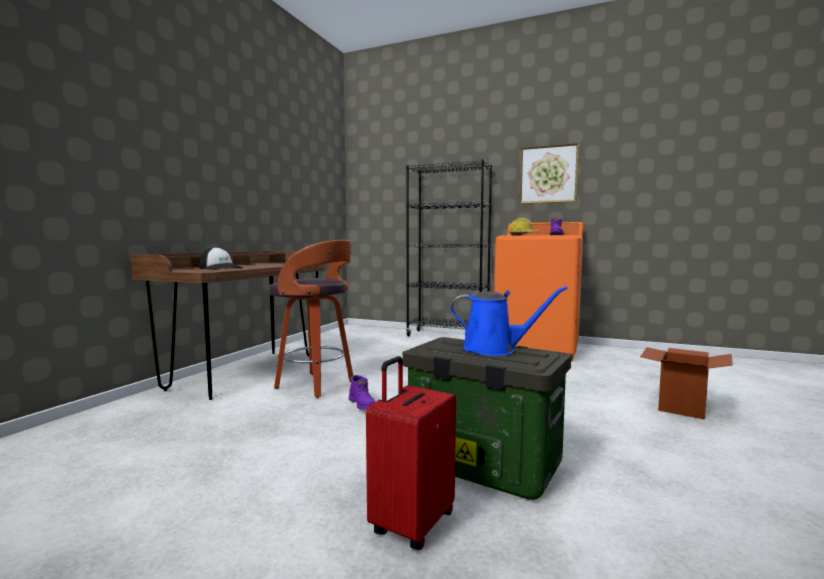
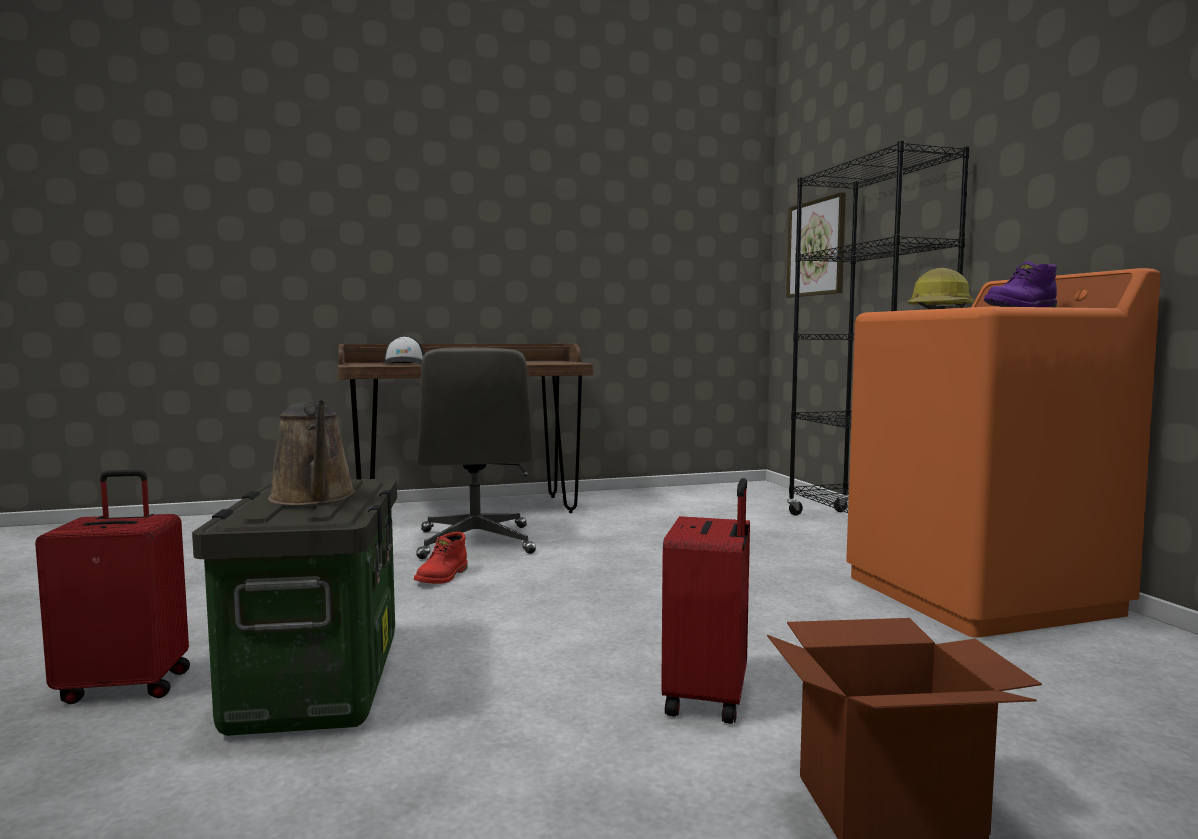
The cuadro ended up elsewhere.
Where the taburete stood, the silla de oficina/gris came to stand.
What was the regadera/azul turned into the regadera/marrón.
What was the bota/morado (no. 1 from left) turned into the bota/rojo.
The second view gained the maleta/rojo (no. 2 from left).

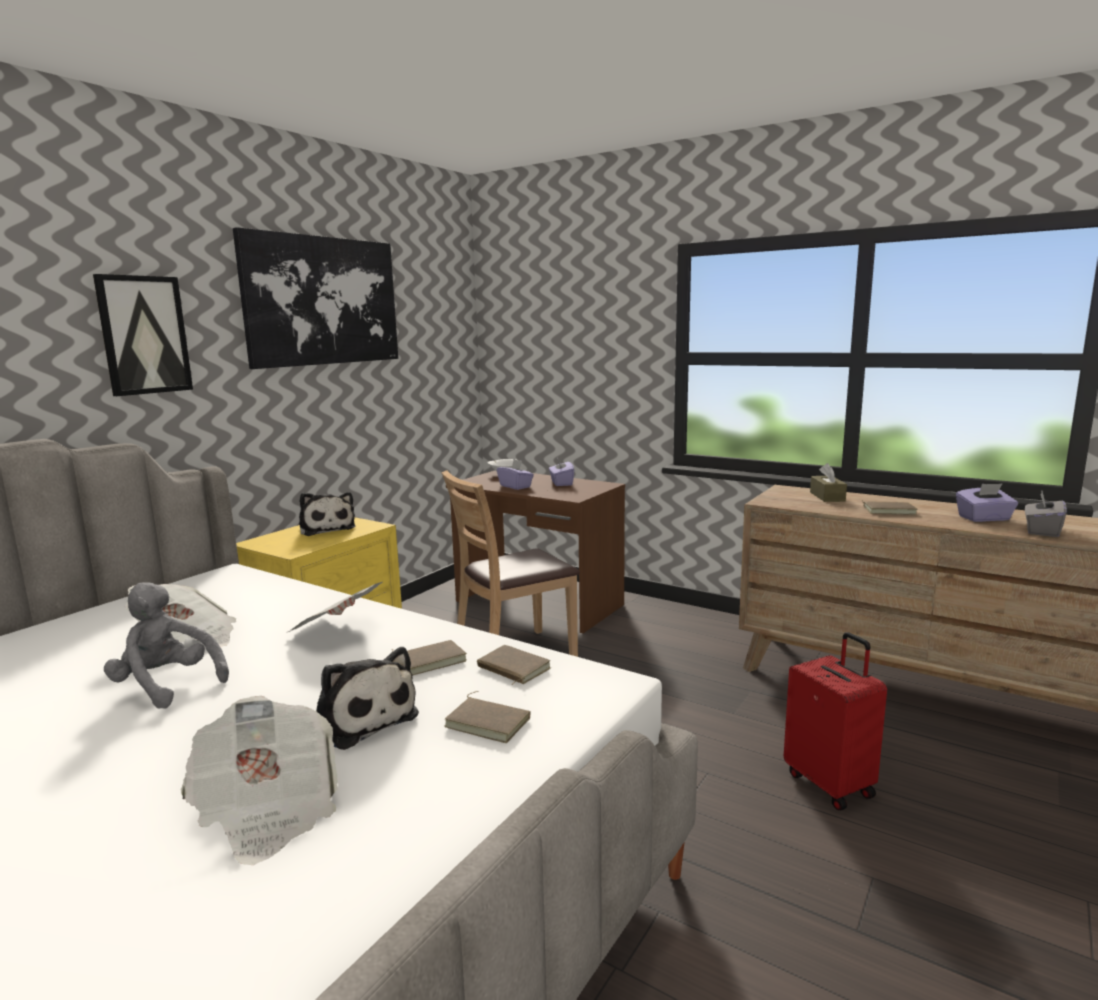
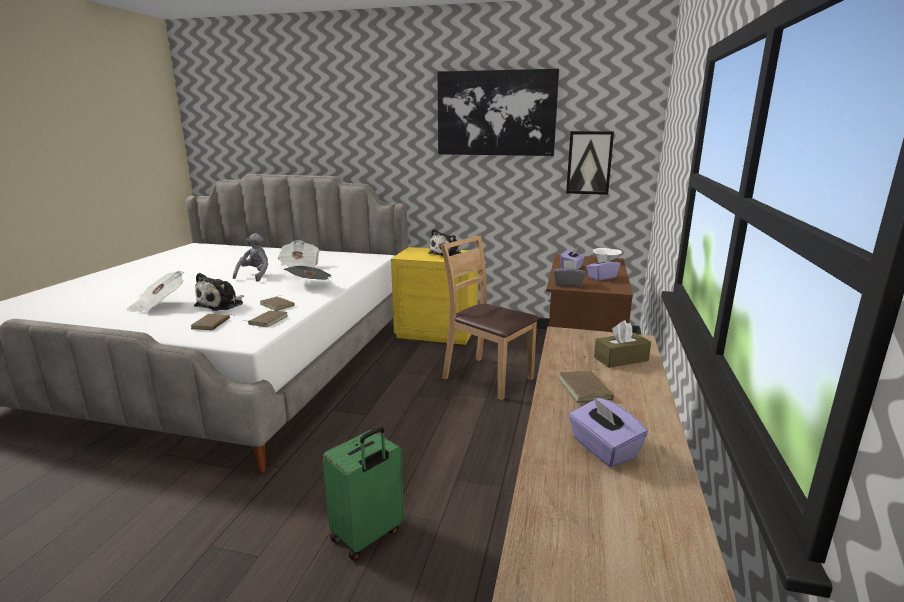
The cuadro (no. 1 from left in the first image) ended up elsewhere.
The caja de pañuelos/gris ended up elsewhere.
What was the maleta/rojo turned into the maleta/verde.

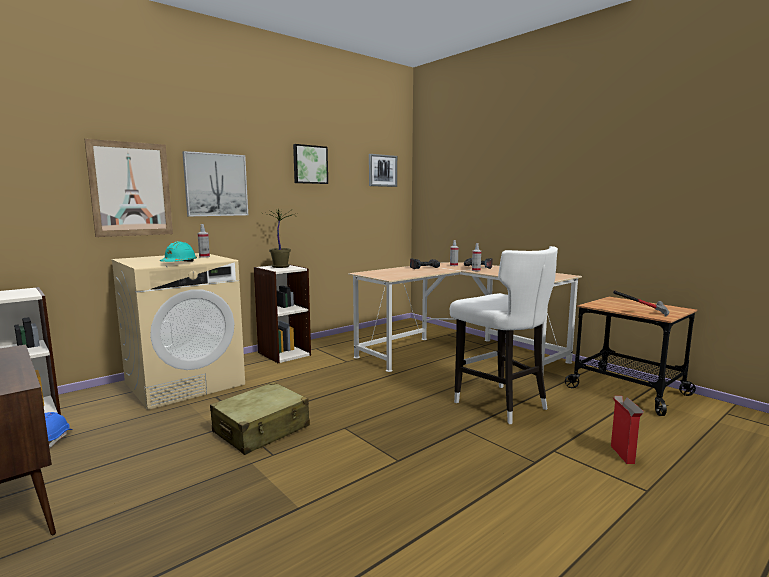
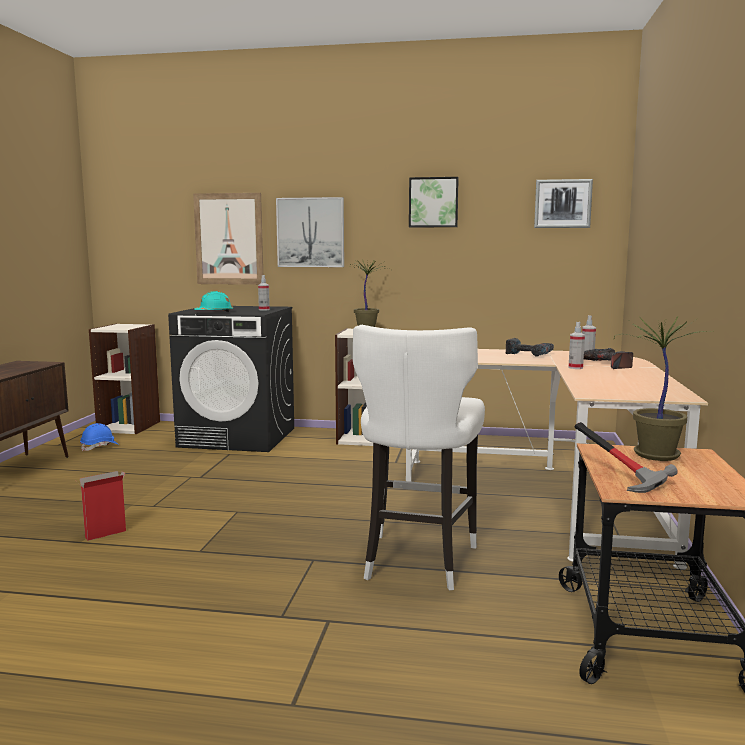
What was the lavadora/beis turned into the lavadora/negro.
The second view lost the maleta/beis.
The caja de cartón ended up elsewhere.
The second view gained the planta en maceta (no. 2 from left).

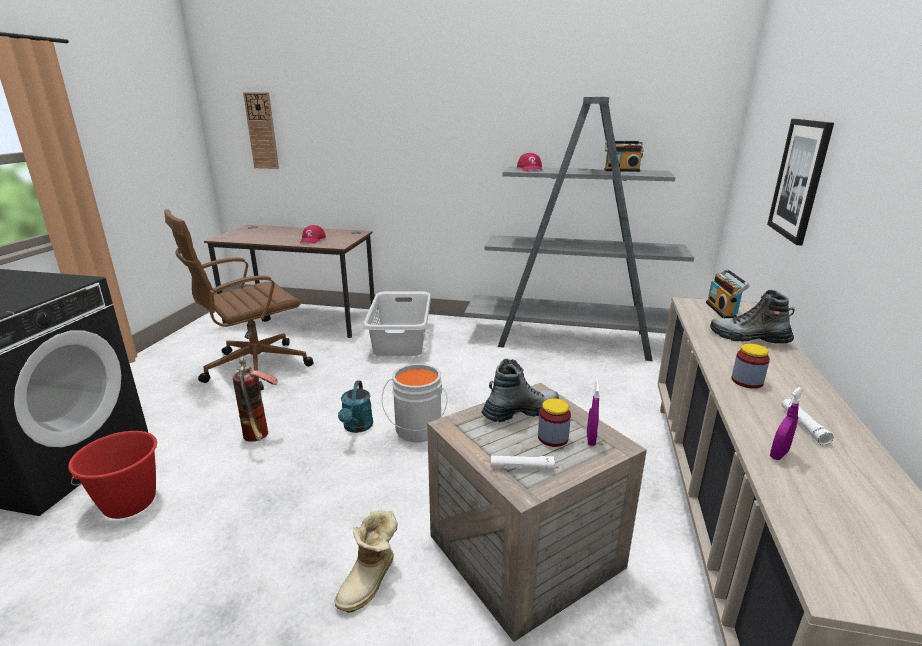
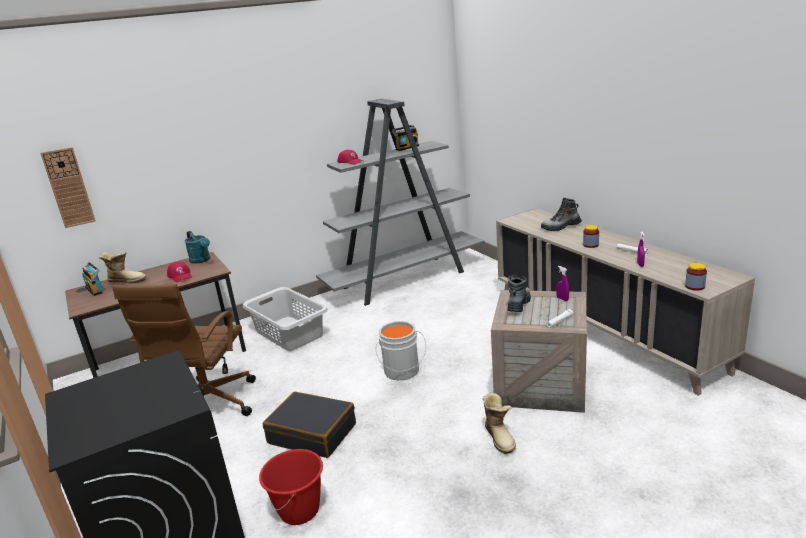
The second view lost the cuadro.
The radio (no. 2 from left in the first image) ended up elsewhere.
Where the extintor stood, the maleta/negro came to stand.
The regadera/turquesa ended up elsewhere.
The tarro (no. 1 from left in the first image) ended up elsewhere.
The second view gained the bota (no. 1 from left).

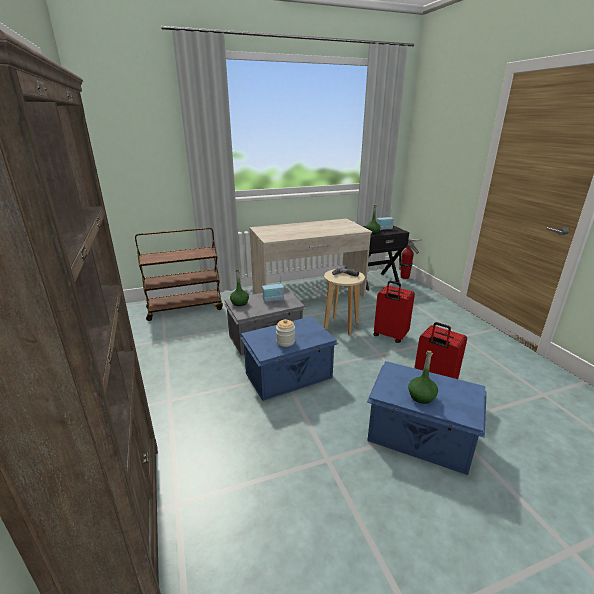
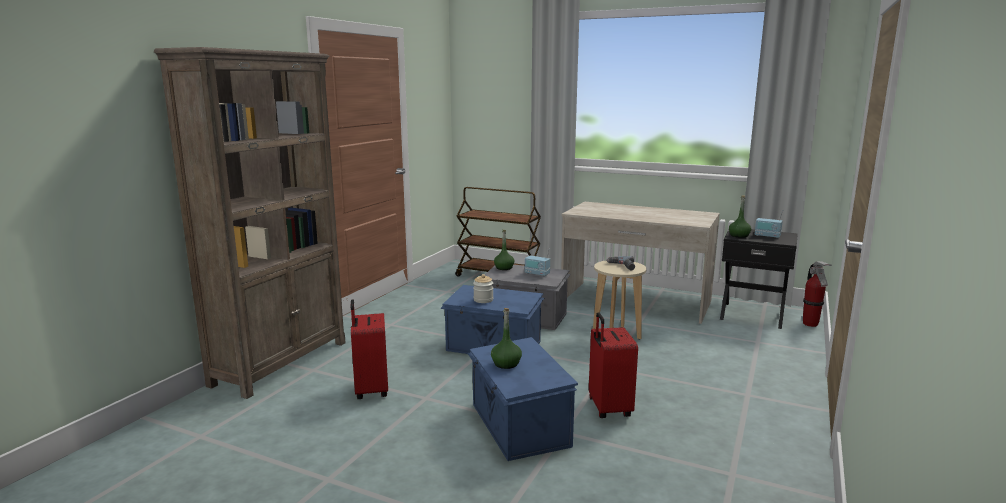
The maleta/rojo (no. 1 from left) ended up elsewhere.

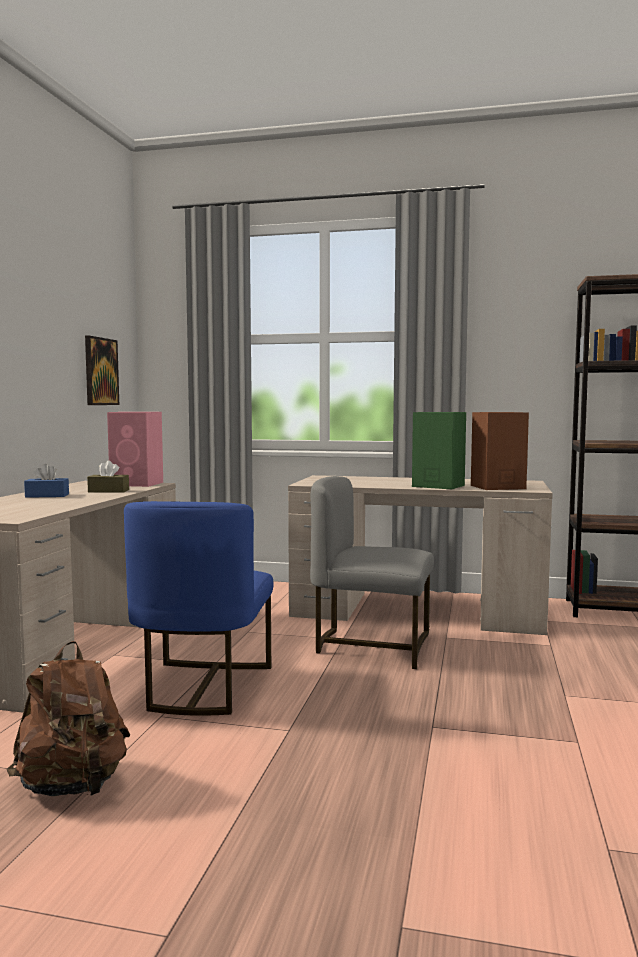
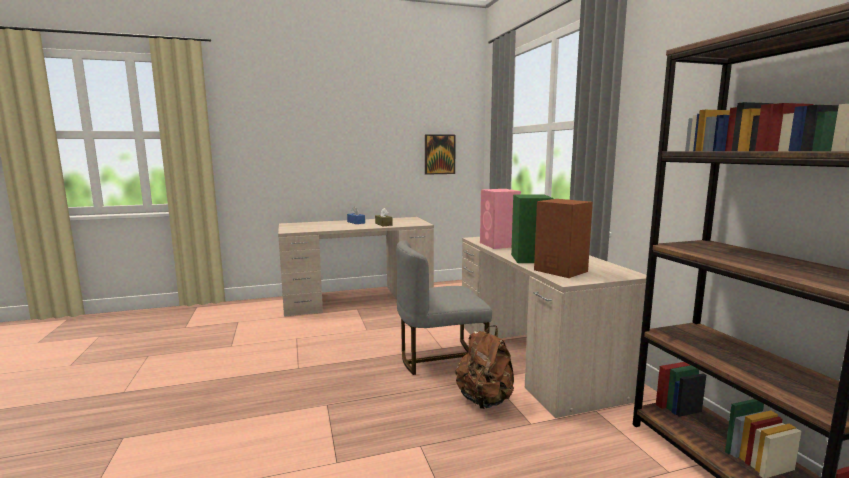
The altavoz/rosa ended up elsewhere.
The silla/gris ended up facing another way, 90 degrees counterclockwise from before.
The second view lost the silla/azul.
The mochila/marrón ended up elsewhere.

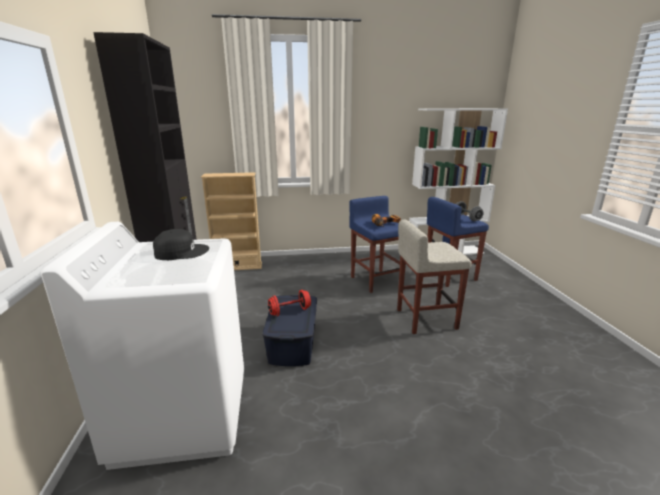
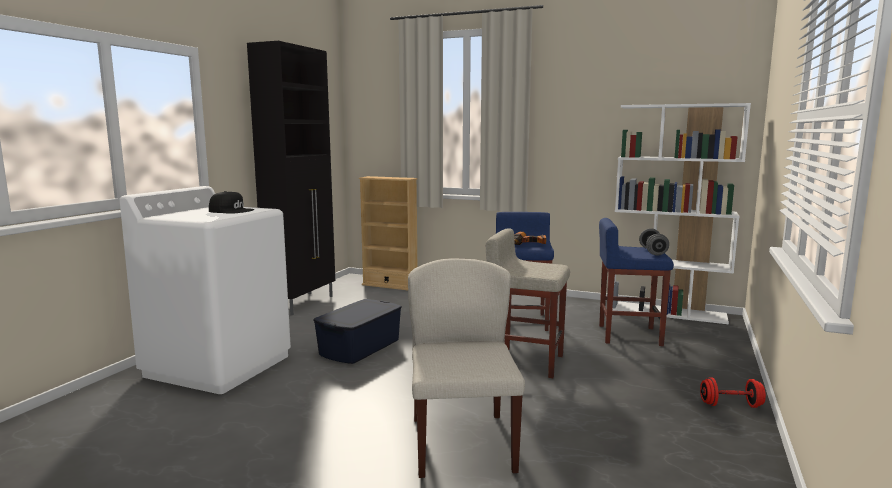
The mancuerna/rojo ended up elsewhere.
The second view gained the silla/beis.

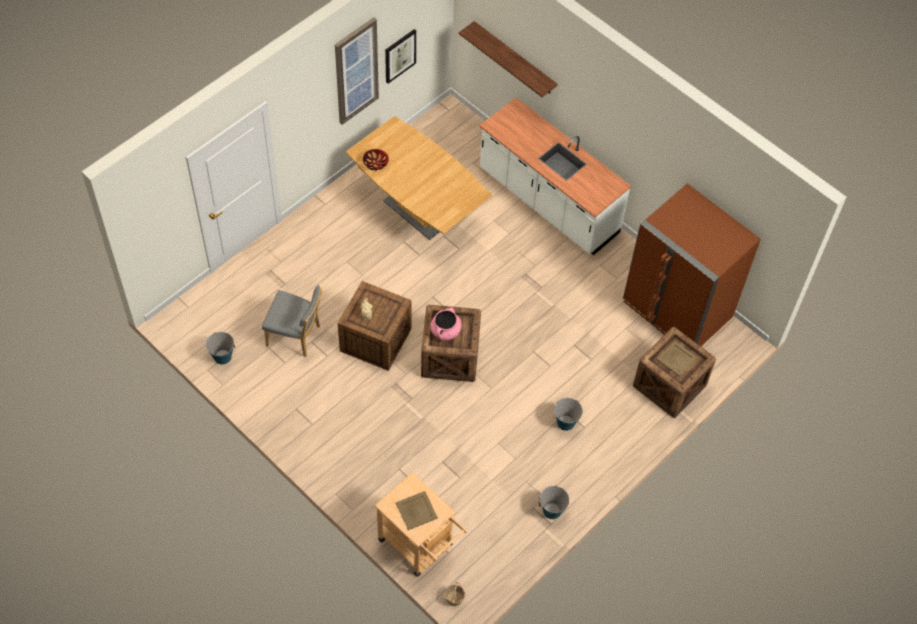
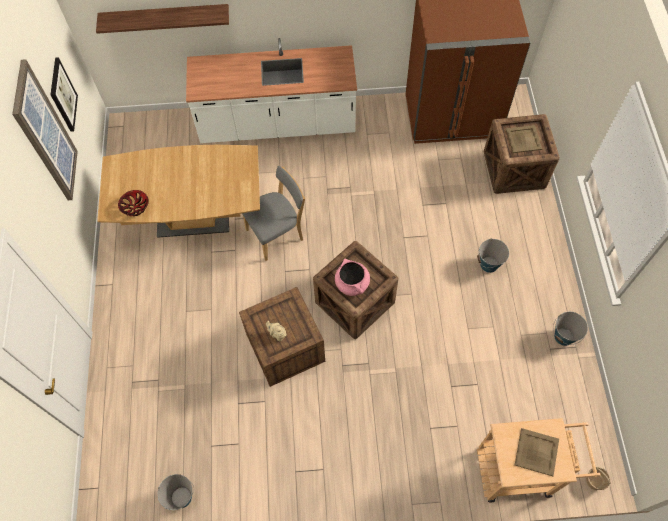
The silla/gris ended up elsewhere.

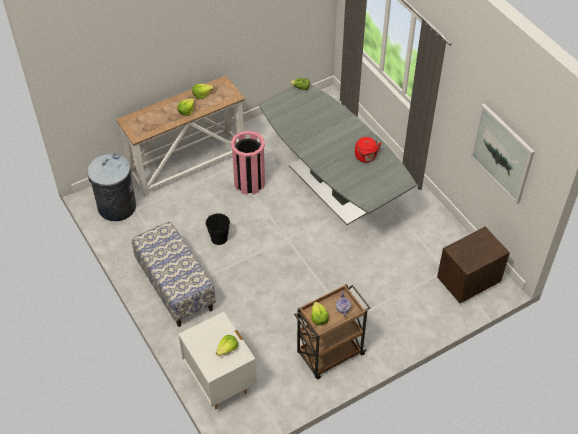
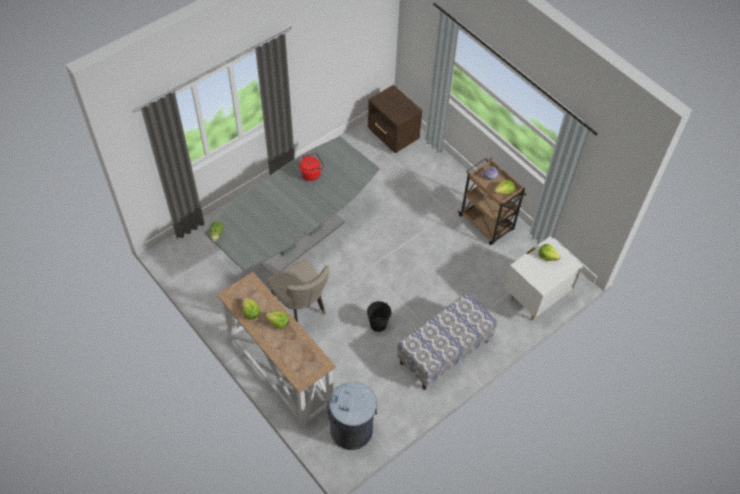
The second view lost the cuadro.
Where the papelera/rosa stood, the silla/beis came to stand.

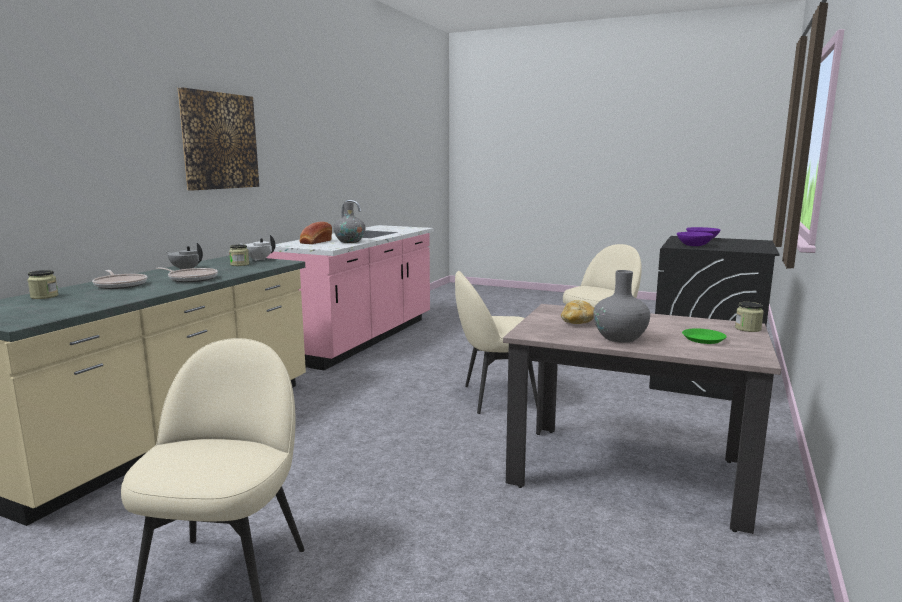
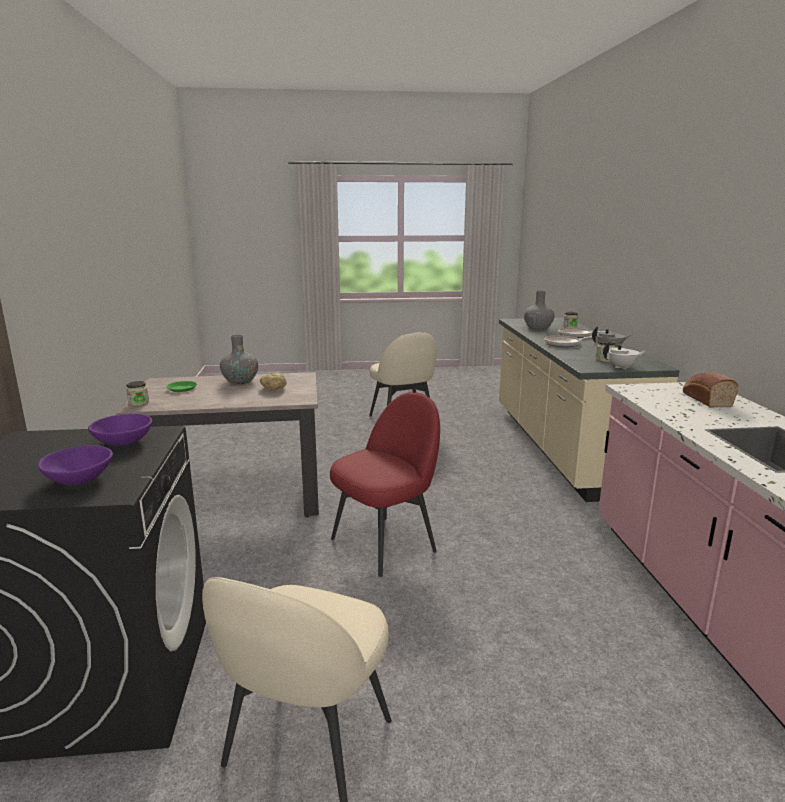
The second view lost the cuadro.
The florero/gris (no. 1 from left in the first image) ended up elsewhere.
What was the silla/beis (no. 2 from left) turned into the silla/rojo.

